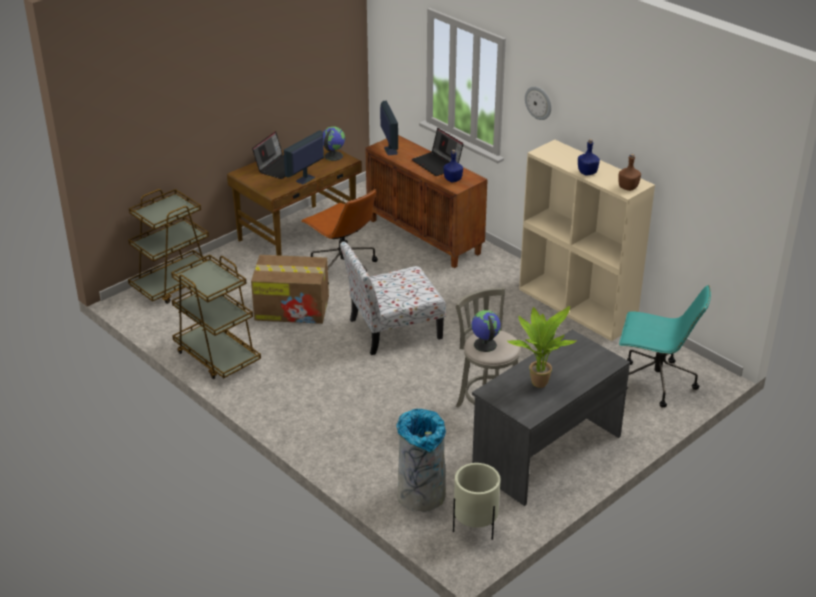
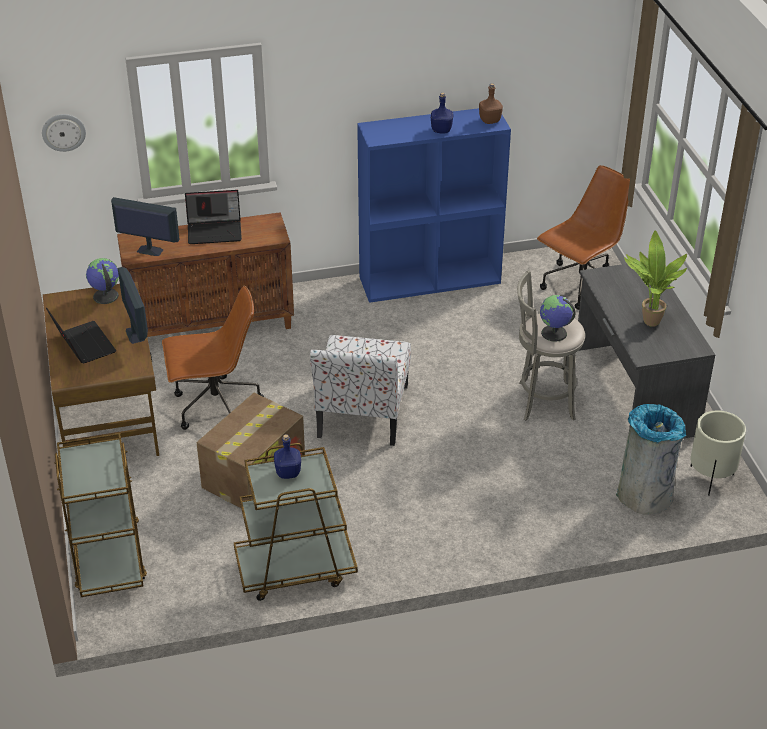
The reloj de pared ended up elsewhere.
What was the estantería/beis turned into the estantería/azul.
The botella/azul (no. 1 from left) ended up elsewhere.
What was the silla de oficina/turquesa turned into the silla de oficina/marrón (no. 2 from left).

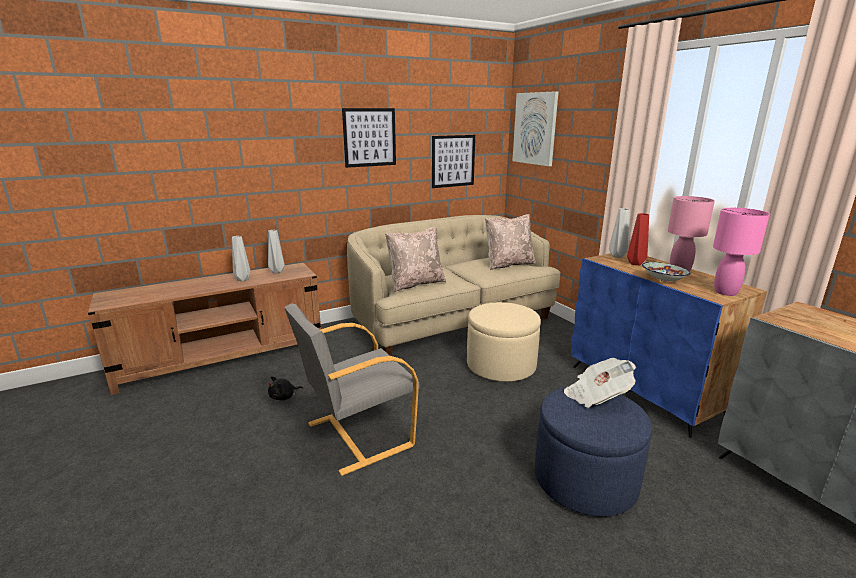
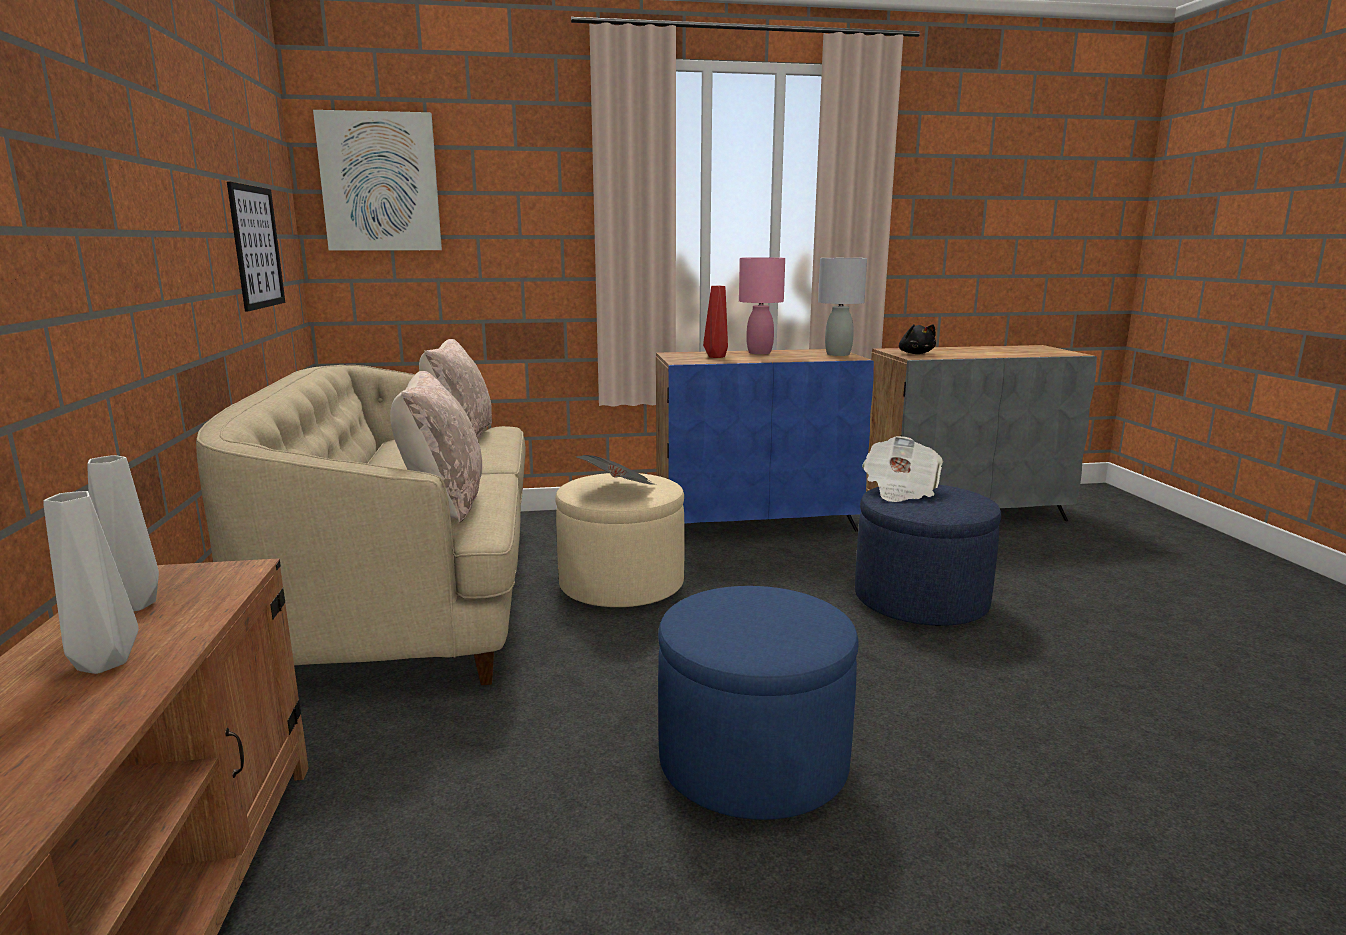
The second view lost the cuadro (no. 1 from left).
The second view lost the florero/gris (no. 3 from left).
What was the lámpara de mesa/rosa (no. 2 from left) turned into the lámpara de mesa/gris.
The second view lost the cuenco.
Where the sillón/gris stood, the puf/azul (no. 1 from left) came to stand.
The peluche/negro ended up elsewhere.
The second view gained the periódico (no. 1 from left).

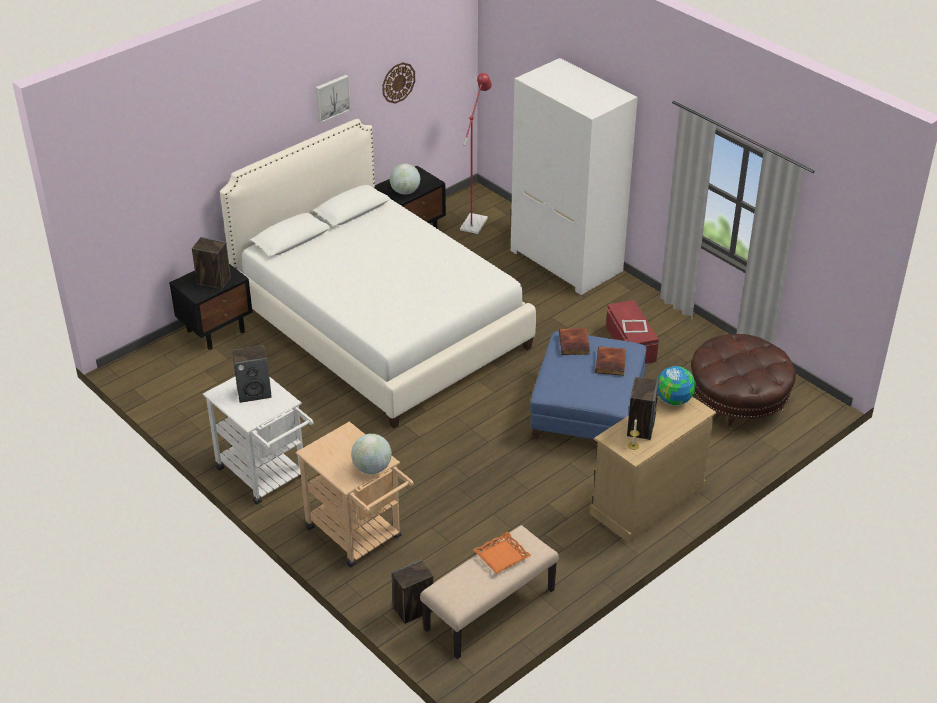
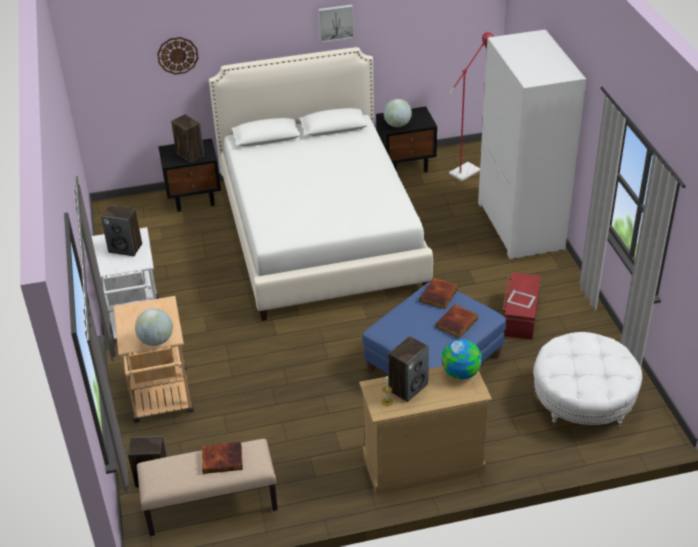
The reloj de pared ended up elsewhere.
What was the puf/marrón turned into the puf/blanco.
Where the bandeja/naranja stood, the libro (no. 1 from left) came to stand.

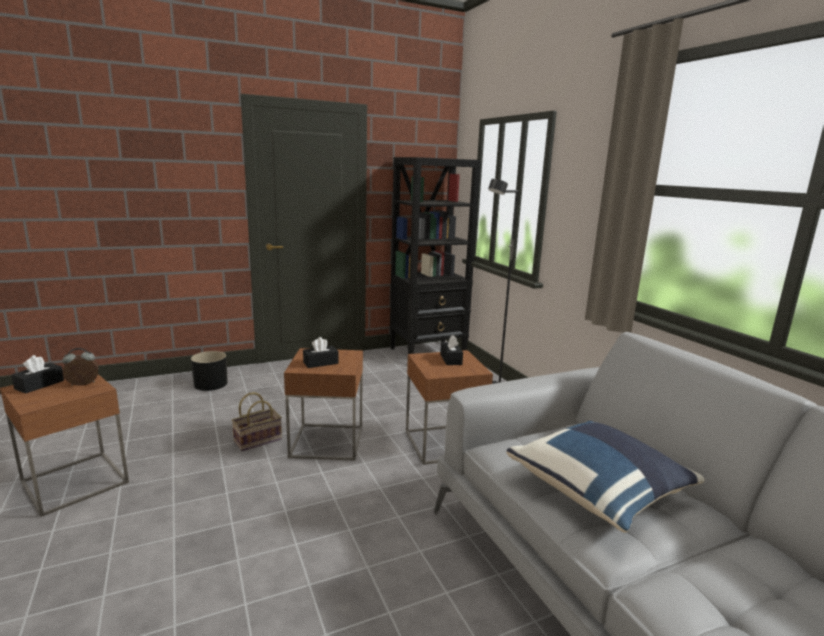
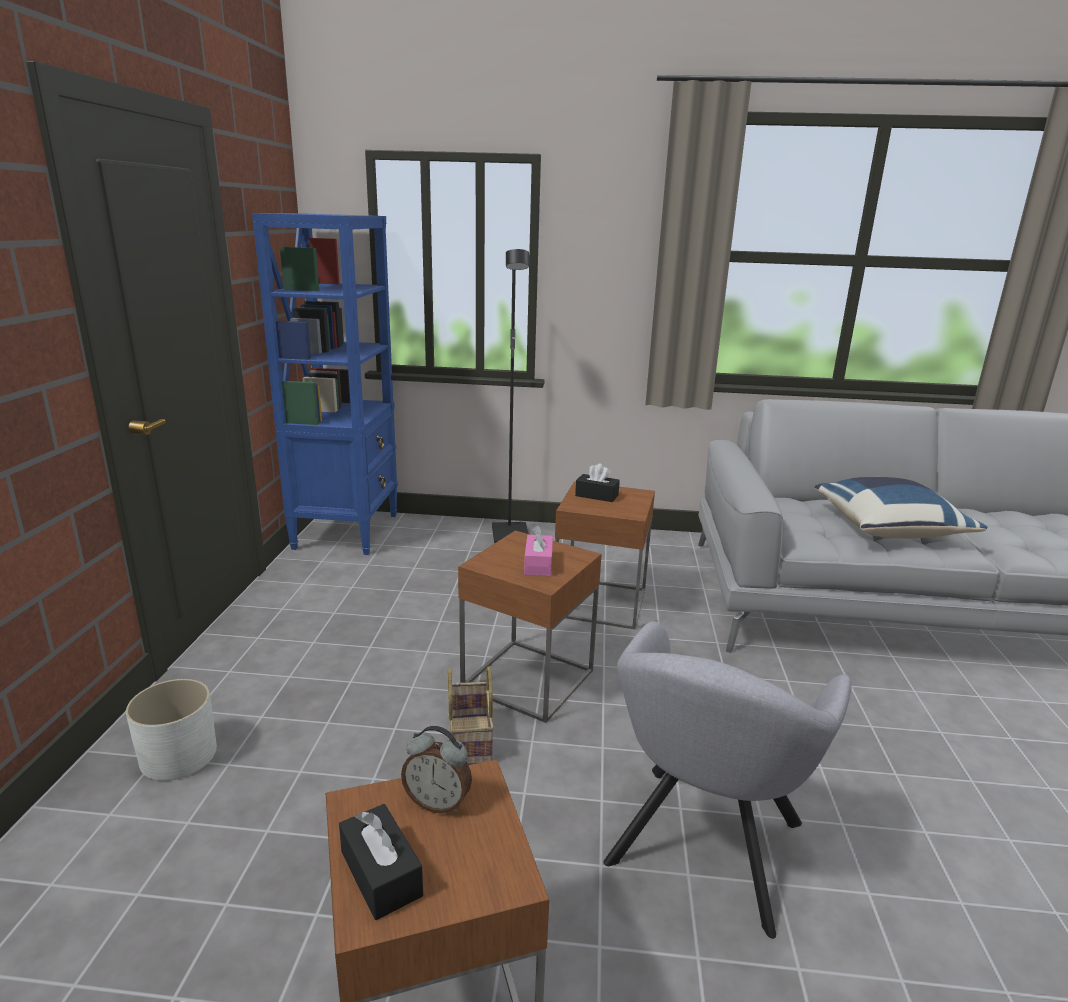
What was the estantería/negro turned into the estantería/azul.
What was the caja de pañuelos/negro (no. 2 from left) turned into the caja de pañuelos/rosa.
The despertador ended up facing another way, 75 degrees counterclockwise from before.
What was the maceta/negro turned into the maceta/blanco.
The second view gained the sillón/gris.

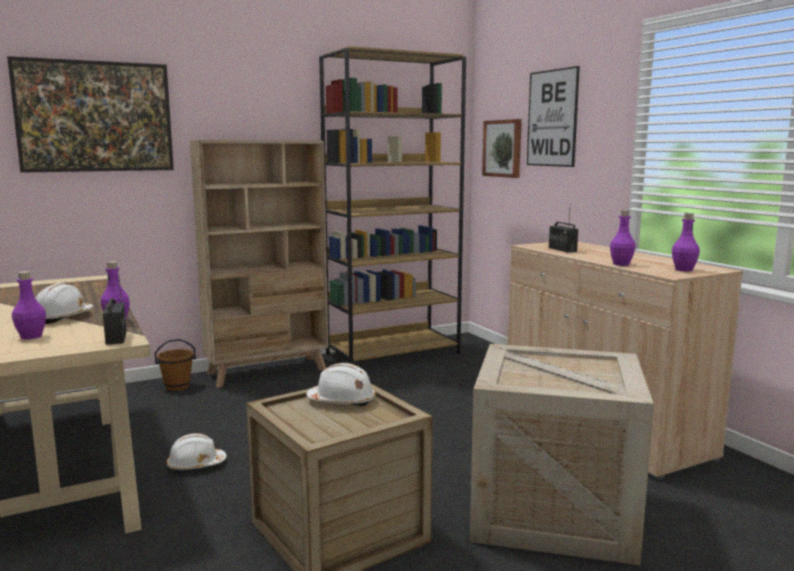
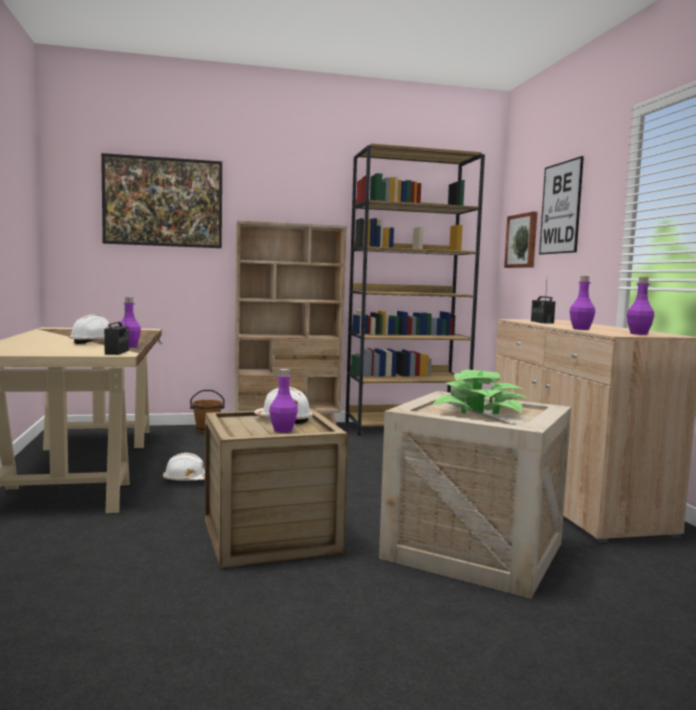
The botella/morado (no. 1 from left in the first image) ended up elsewhere.
The second view gained the planta en maceta.

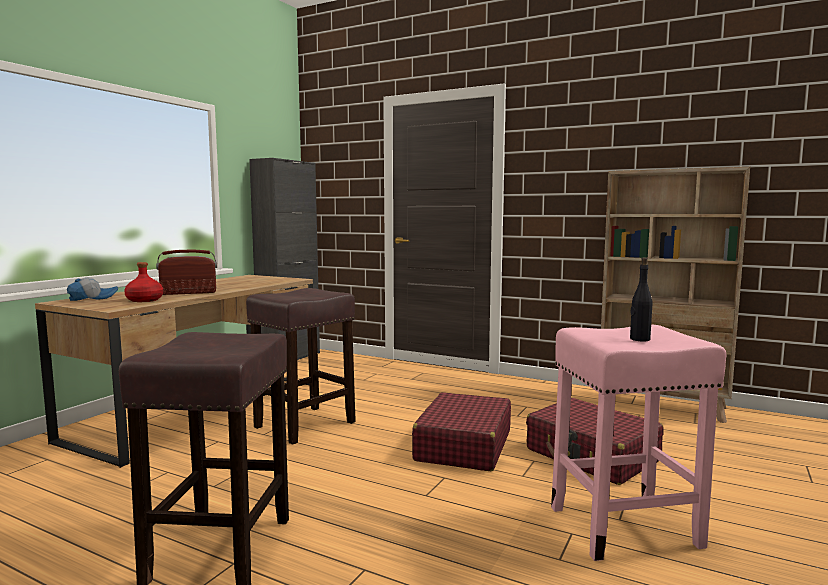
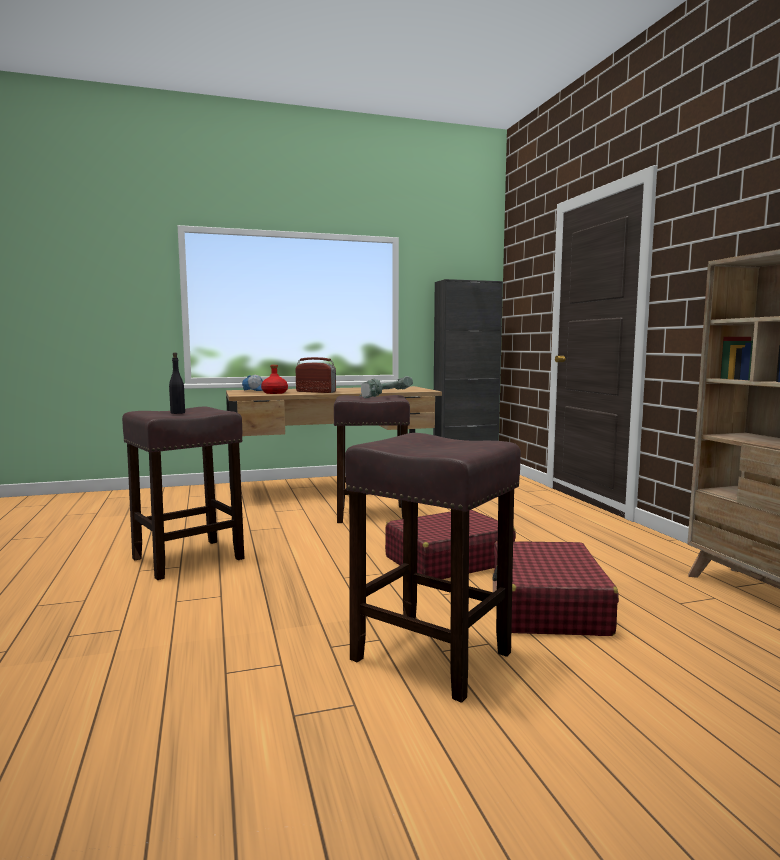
The botella/negro ended up elsewhere.
What was the taburete/rosa turned into the taburete/marrón (no. 3 from left).
The second view gained the taladro.

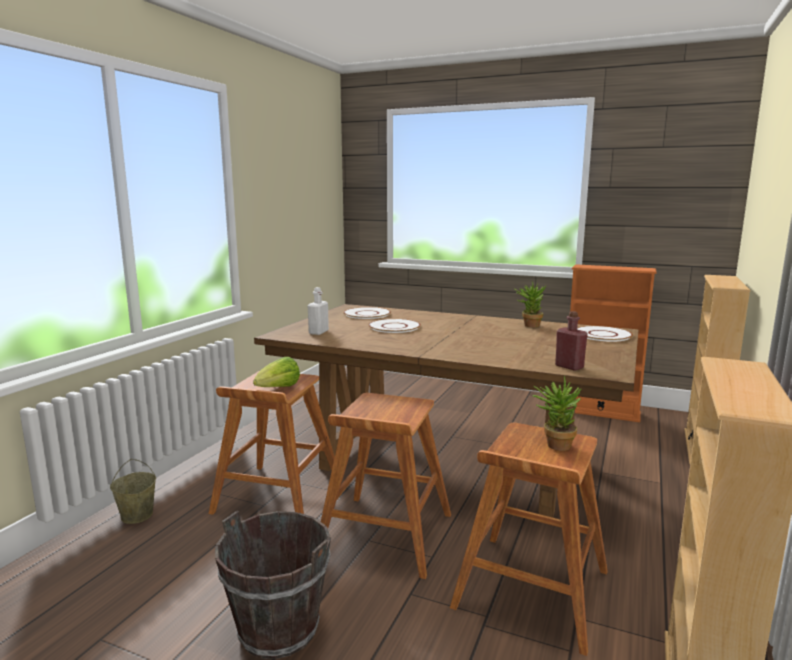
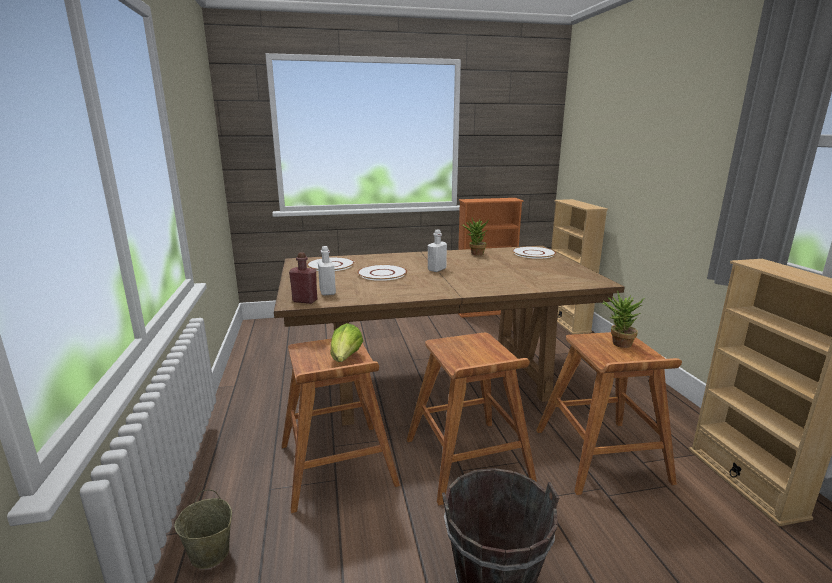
The botella/rojo ended up elsewhere.
The second view gained the botella/blanco (no. 2 from left).

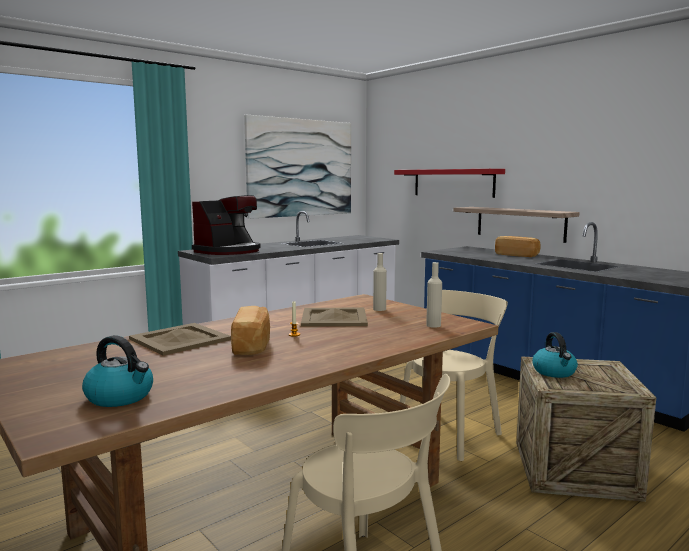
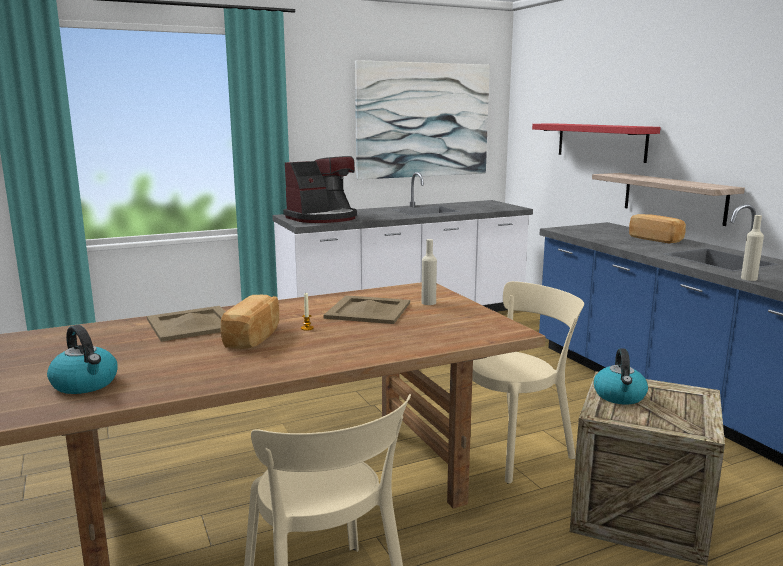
The botella/beis (no. 2 from left) ended up elsewhere.

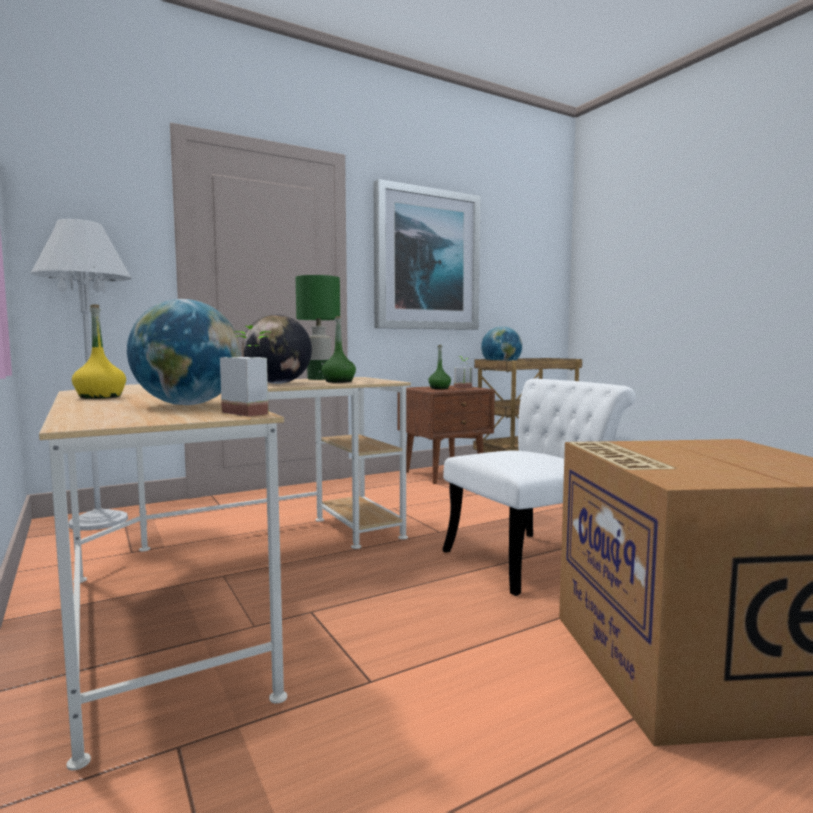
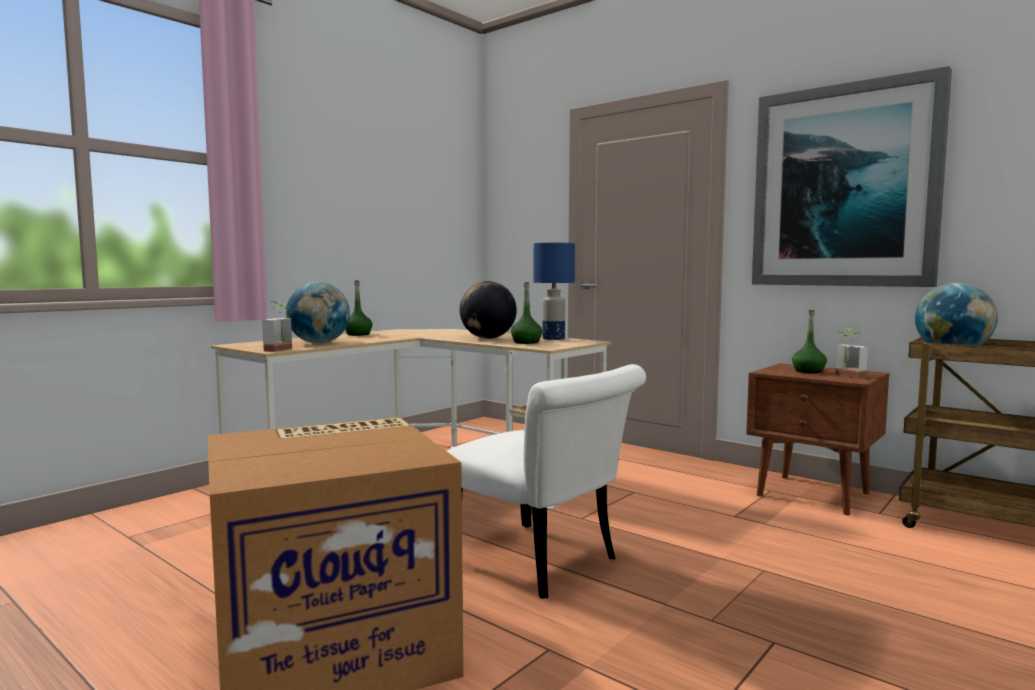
The second view lost the lámpara de pie/blanco.
What was the lámpara de mesa/verde turned into the lámpara de mesa/azul.
What was the botella/amarillo turned into the botella/verde (no. 1 from left).

